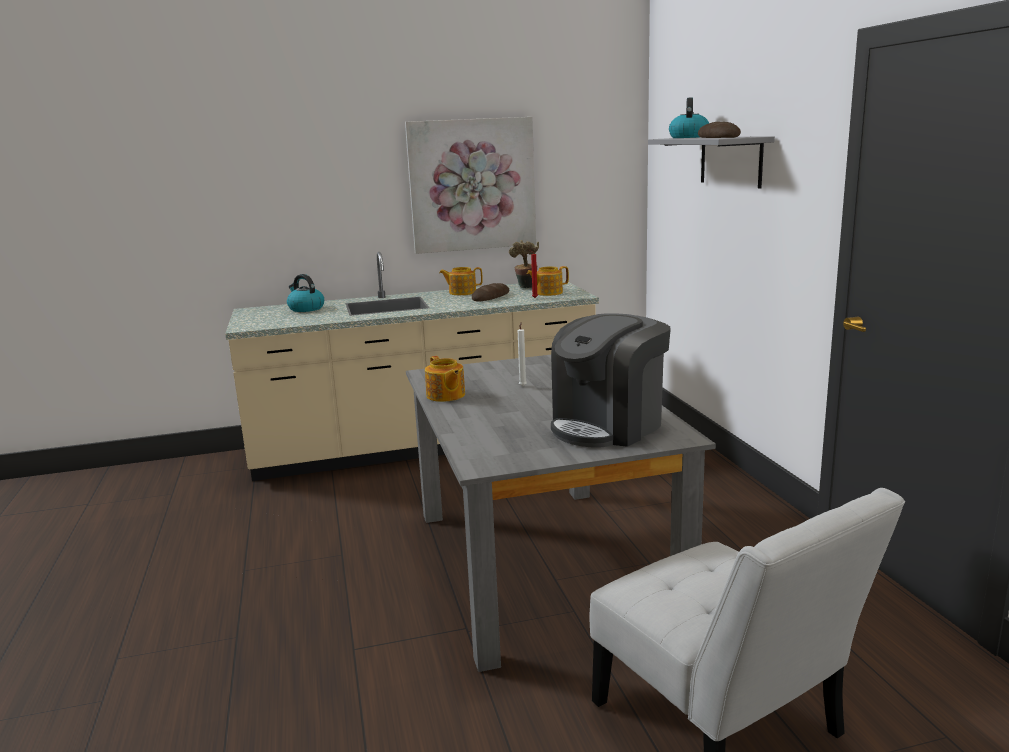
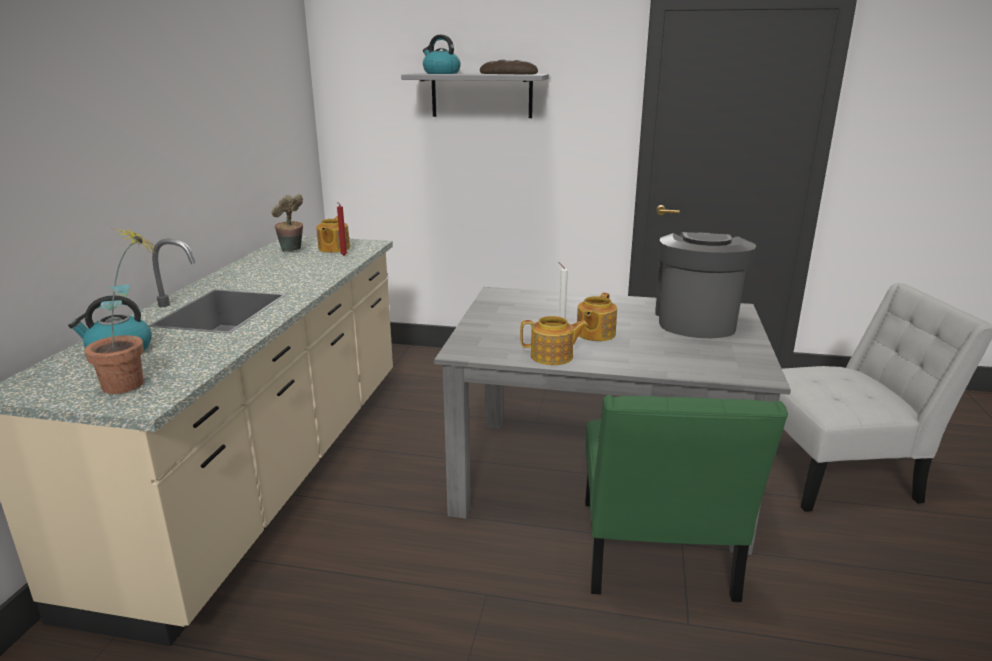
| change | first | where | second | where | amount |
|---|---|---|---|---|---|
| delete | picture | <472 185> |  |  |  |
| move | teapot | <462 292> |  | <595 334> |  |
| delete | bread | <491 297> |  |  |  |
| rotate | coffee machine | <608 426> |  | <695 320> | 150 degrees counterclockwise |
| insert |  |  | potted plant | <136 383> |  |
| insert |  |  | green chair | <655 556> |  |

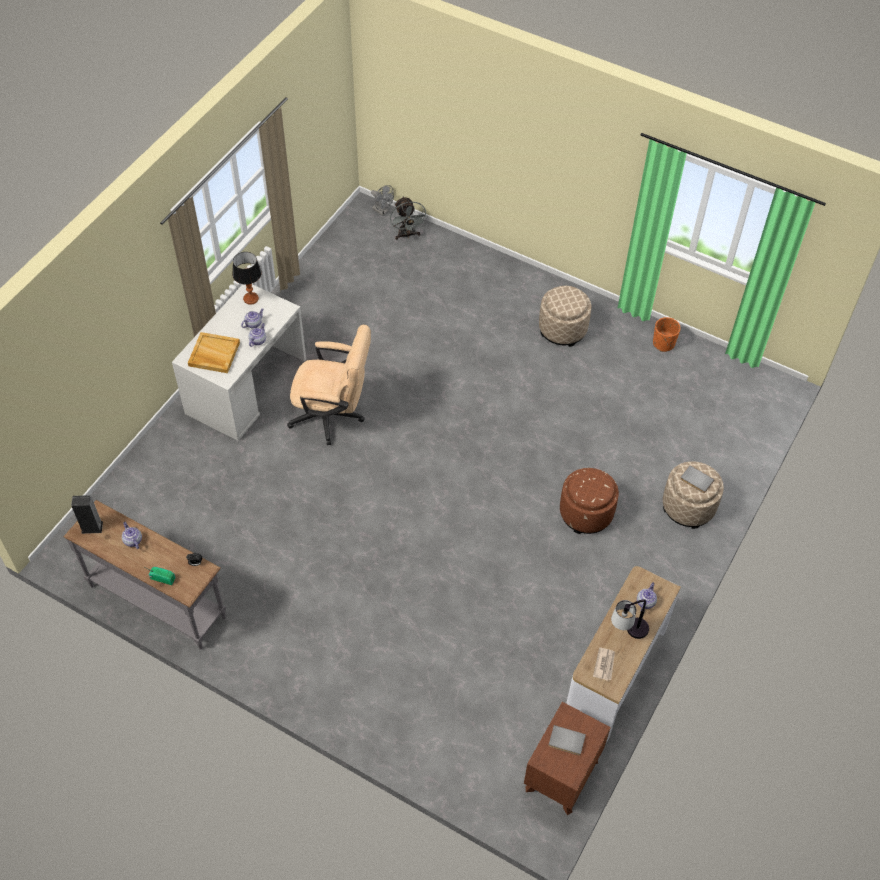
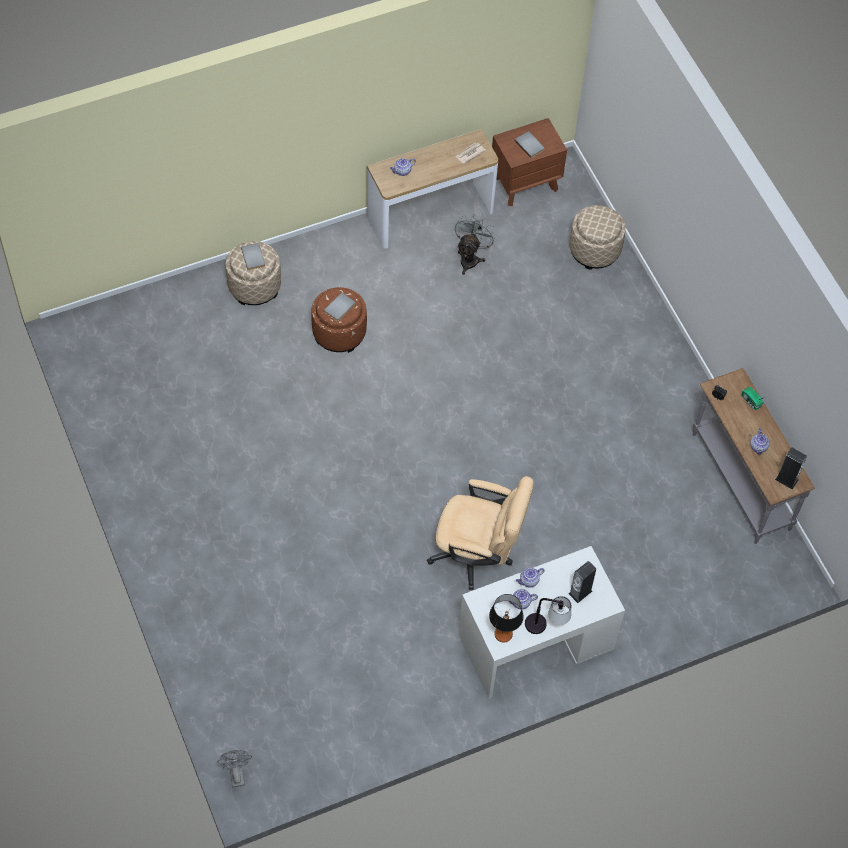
| change | first | where | second | where | amount |
|---|---|---|---|---|---|
| replace | beige tray | <213 354> | speaker | <580 592> |  |
| rotate | beige office chair | <333 416> |  | <478 555> | 150 degrees clockwise |
| move | grey fan | <407 235> |  | <470 258> |  |
| move | beige ottoman | <562 329> |  | <594 250> |  |
| move | table lamp | <628 633> |  | <546 626> |  |
| delete | orange planter | <663 343> |  |  |  |
| insert |  |  | grey book | <340 308> |  |

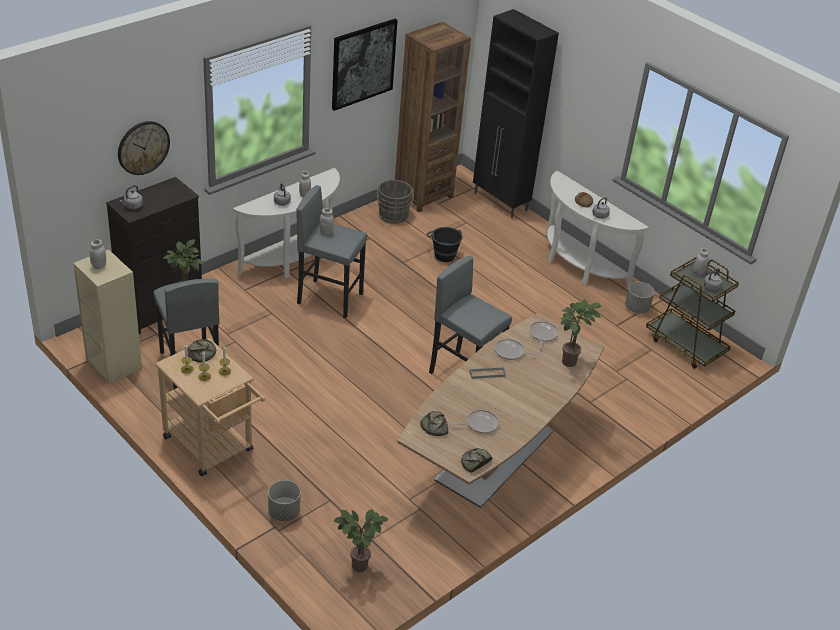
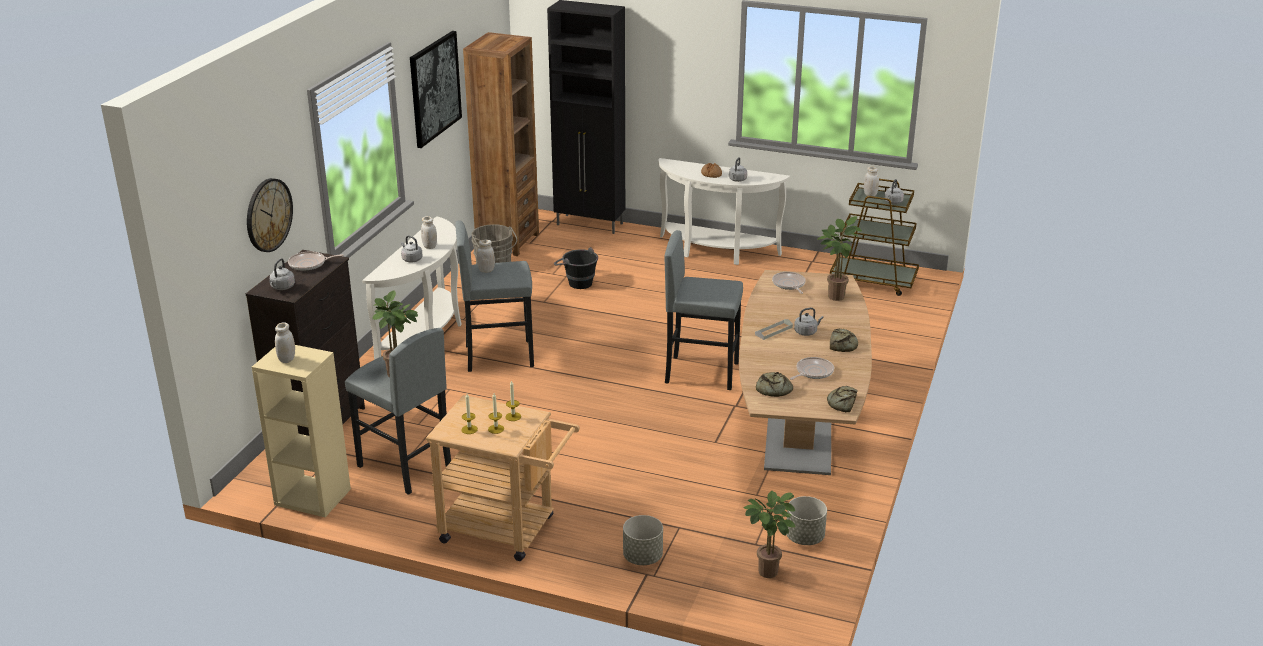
| change | first | where | second | where | amount |
|---|---|---|---|---|---|
| move | bread | <202 354> |  | <843 344> |  |
| move | frying pan | <510 352> |  | <309 264> |  |
| move | grey planter | <637 308> |  | <805 537> |  |
| insert |  |  | grey kettle | <806 332> |  |

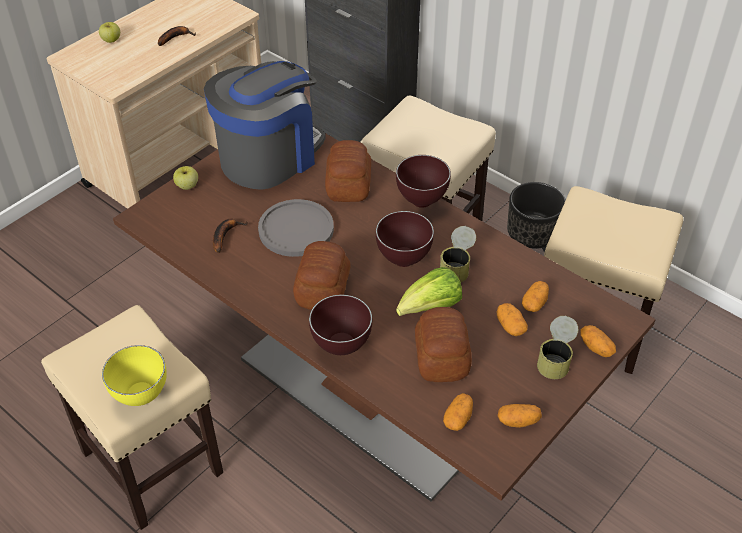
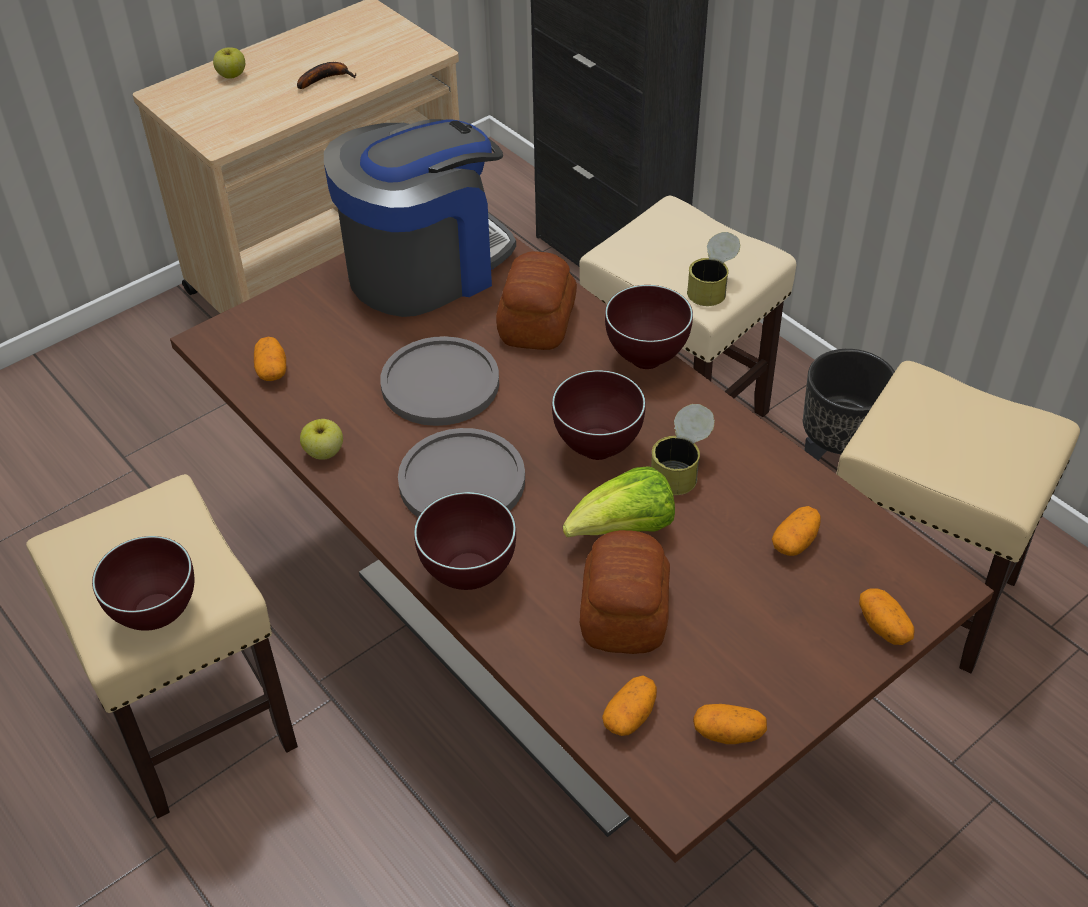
| change | first | where | second | where | amount |
|---|---|---|---|---|---|
| recolor | yellow bowl | <141 395> | brown bowl | <157 614> |  |
| move | apple | <187 186> |  | <324 452> |  |
| delete | banana | <225 235> |  |  |  |
| replace | bread | <324 289> | grey plate | <462 481> |  |
| move | potato | <510 326> |  | <272 370> |  |
| move | can | <556 359> |  | <712 287> |  |

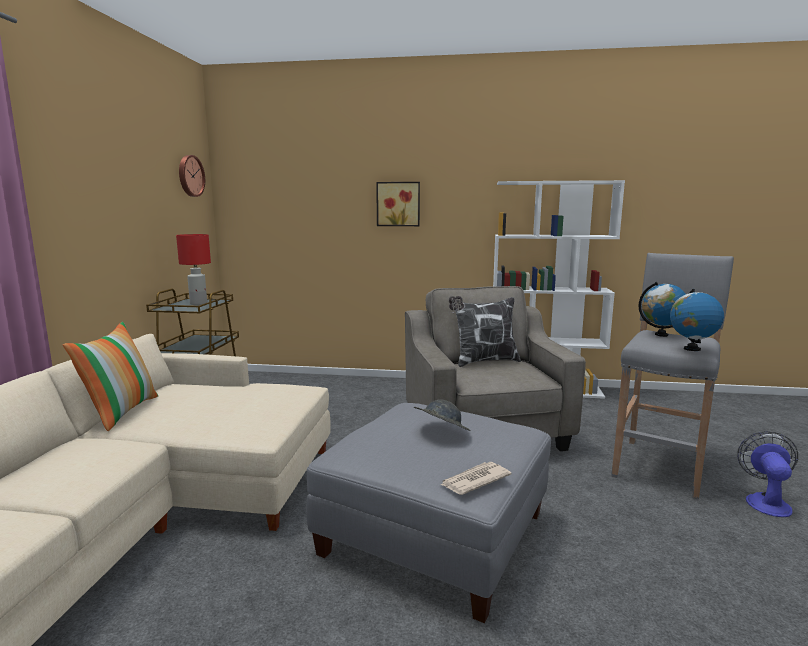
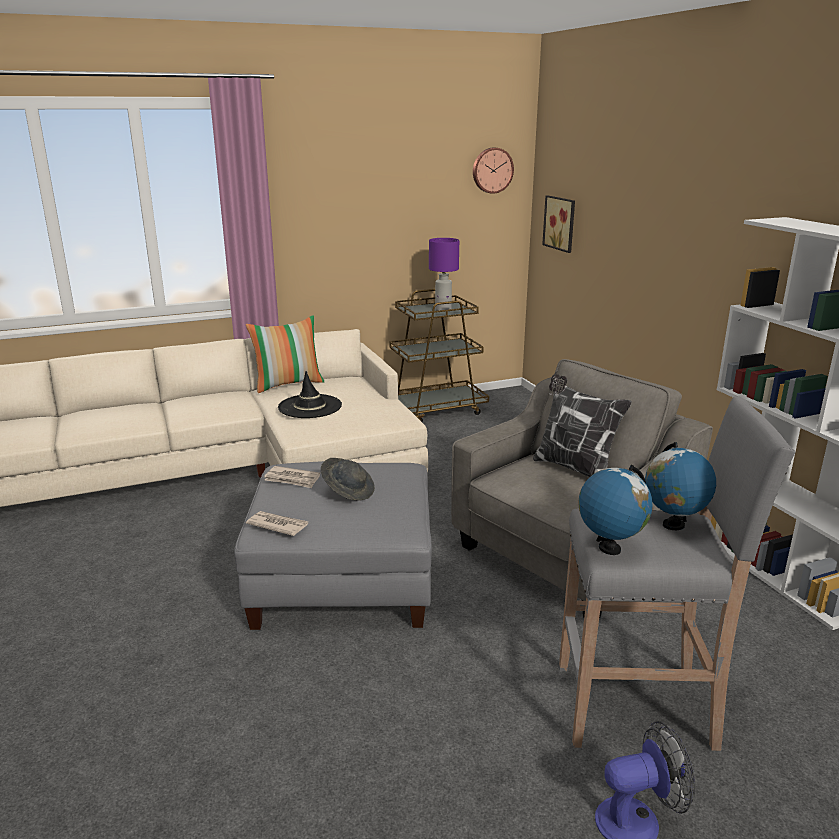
| change | first | where | second | where | amount |
|---|---|---|---|---|---|
| recolor | red table lamp | <198 303> | purple table lamp | <443 309> |  |
| move | picture | <398 204> |  | <561 223> |  |
| insert |  |  | newspaper | <292 479> |  |
| insert |  |  | black hat | <310 406> |  |

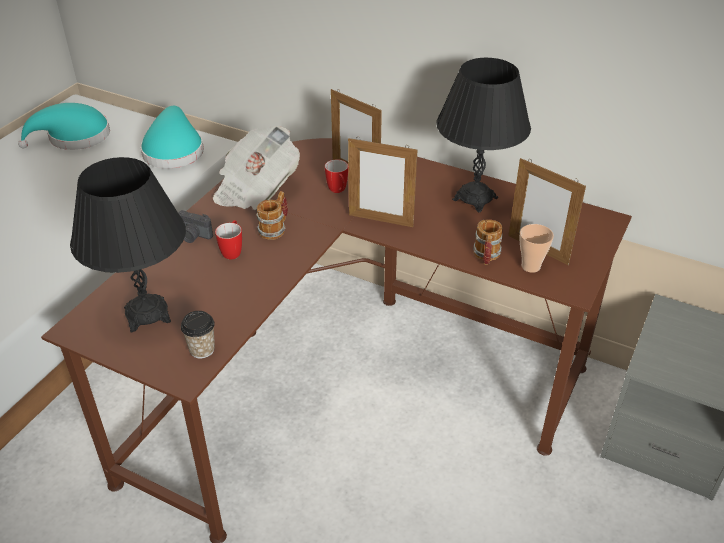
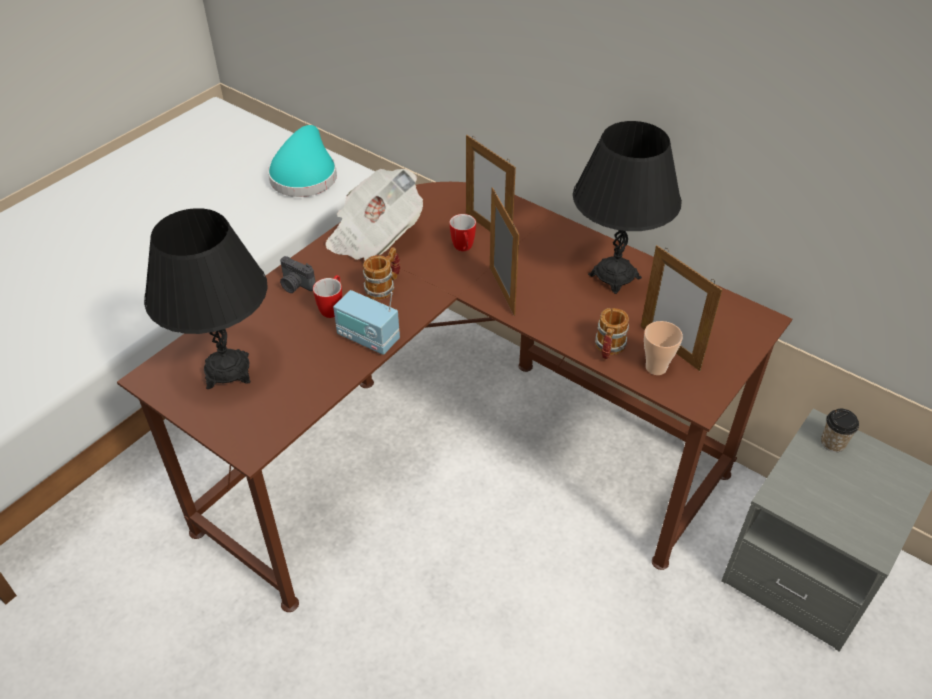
| change | first | where | second | where | amount |
|---|---|---|---|---|---|
| delete | turquoise hat | <74 137> |  |  |  |
| move | cup | <202 349> |  | <832 443> |  |
| rotate | picture frame | <381 220> |  | <501 290> | 135 degrees counterclockwise |
| insert |  |  | radio | <368 338> |  |

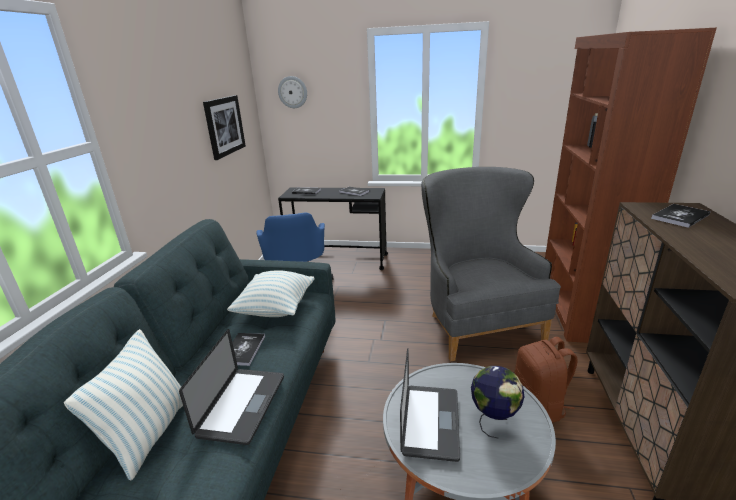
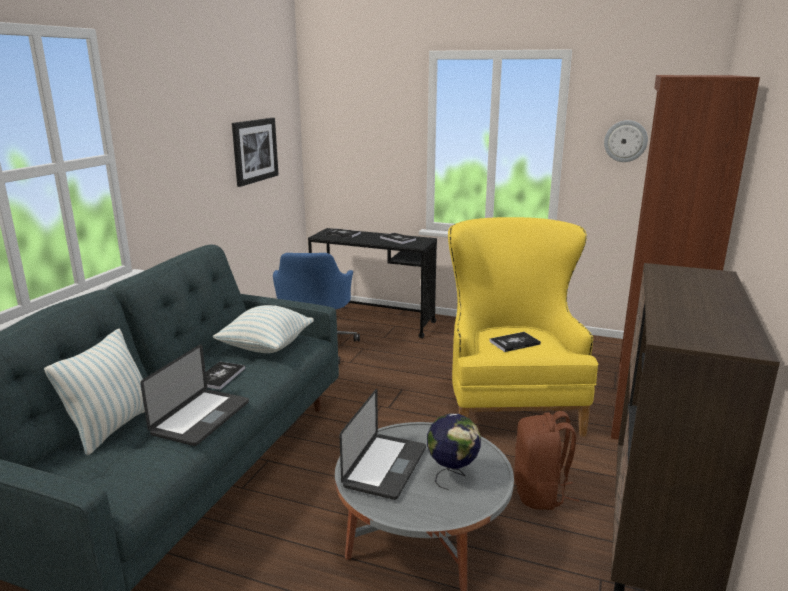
| change | first | where | second | where | amount |
|---|---|---|---|---|---|
| move | wall clock | <292 92> |  | <625 141> |  |
| recolor | grey armchair | <476 322> | yellow armchair | <510 405> |  |
| move | book | <680 216> |  | <514 343> |  |

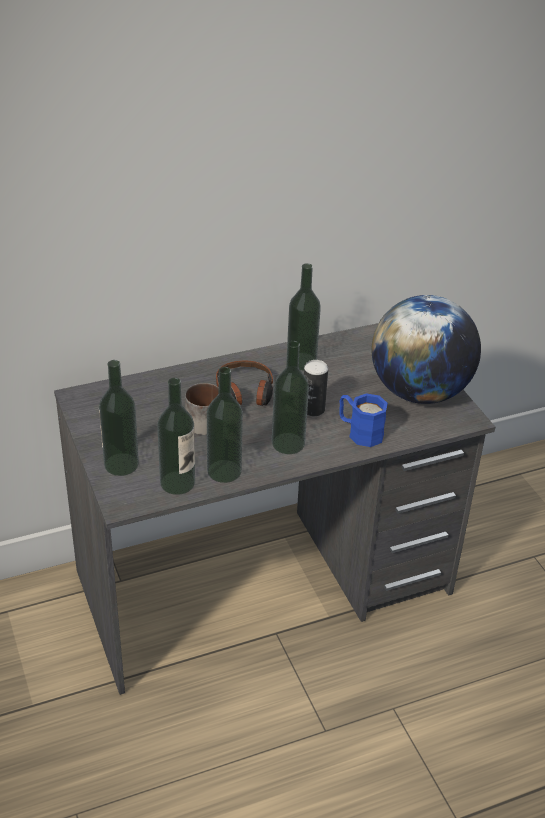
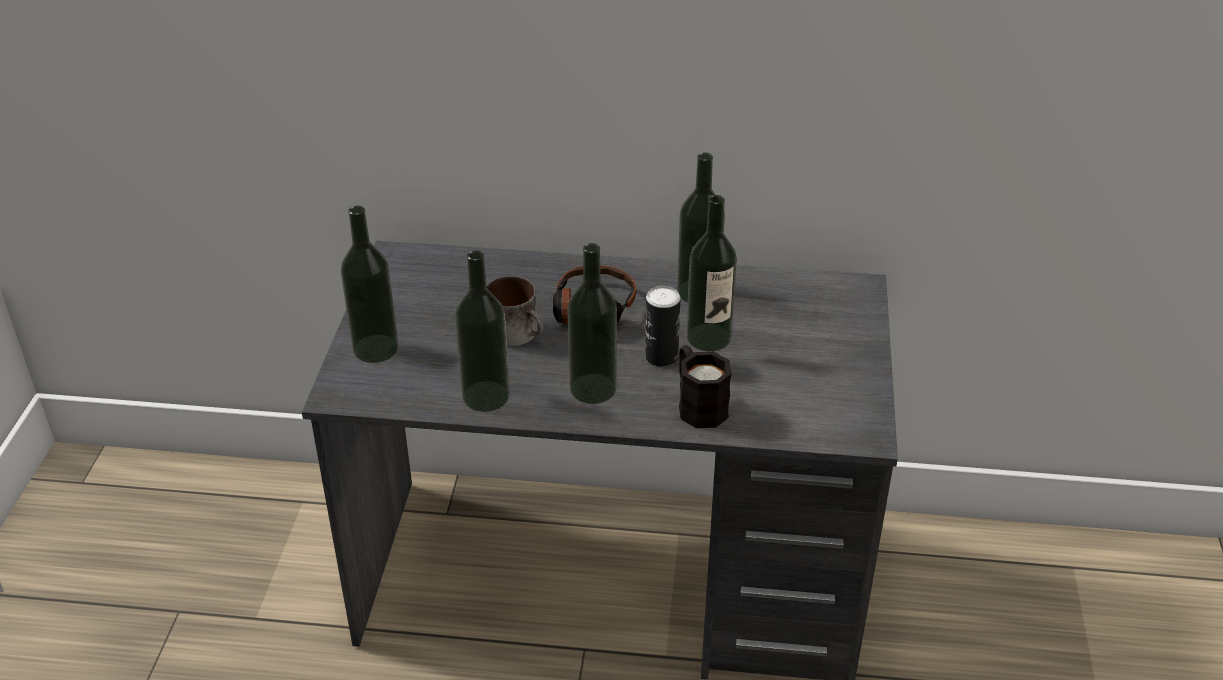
| change | first | where | second | where | amount |
|---|---|---|---|---|---|
| move | bottle | <177 483> |  | <708 337> |  |
| recolor | blue mug | <359 432> | black mug | <698 404> |  |
| delete | globe | <419 392> |  |  |  |

